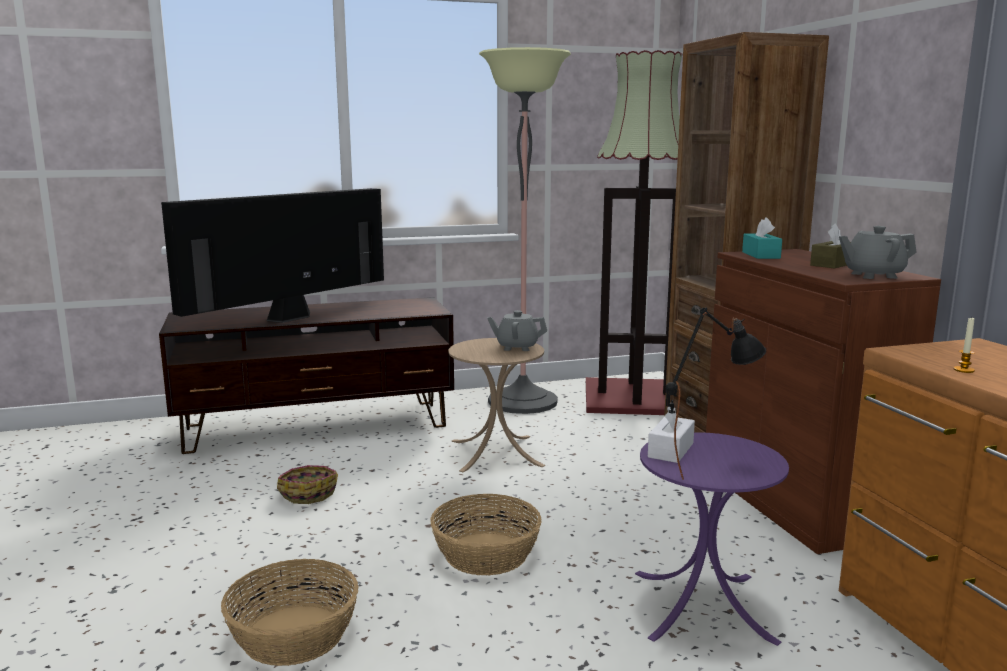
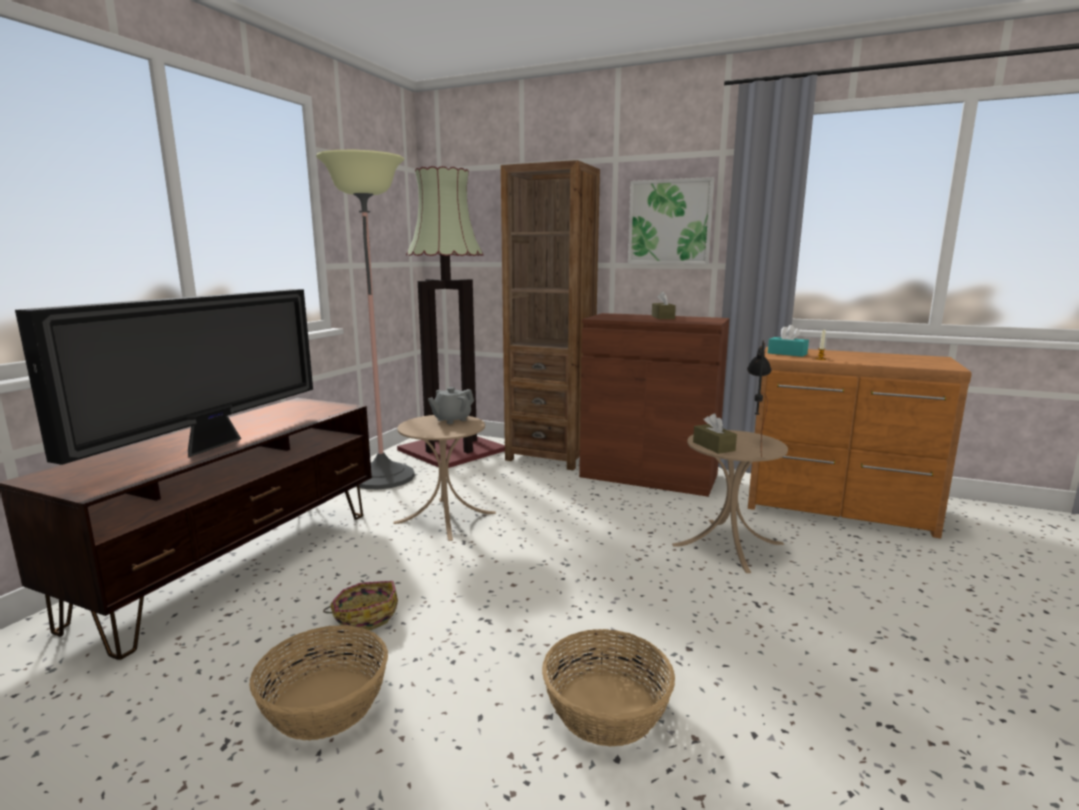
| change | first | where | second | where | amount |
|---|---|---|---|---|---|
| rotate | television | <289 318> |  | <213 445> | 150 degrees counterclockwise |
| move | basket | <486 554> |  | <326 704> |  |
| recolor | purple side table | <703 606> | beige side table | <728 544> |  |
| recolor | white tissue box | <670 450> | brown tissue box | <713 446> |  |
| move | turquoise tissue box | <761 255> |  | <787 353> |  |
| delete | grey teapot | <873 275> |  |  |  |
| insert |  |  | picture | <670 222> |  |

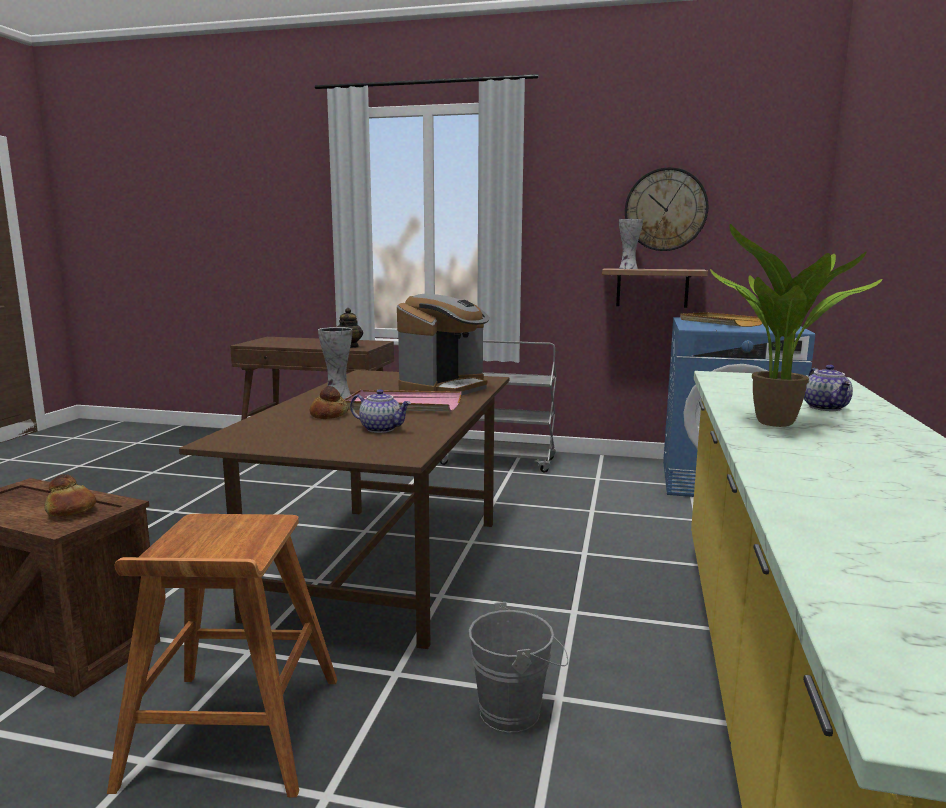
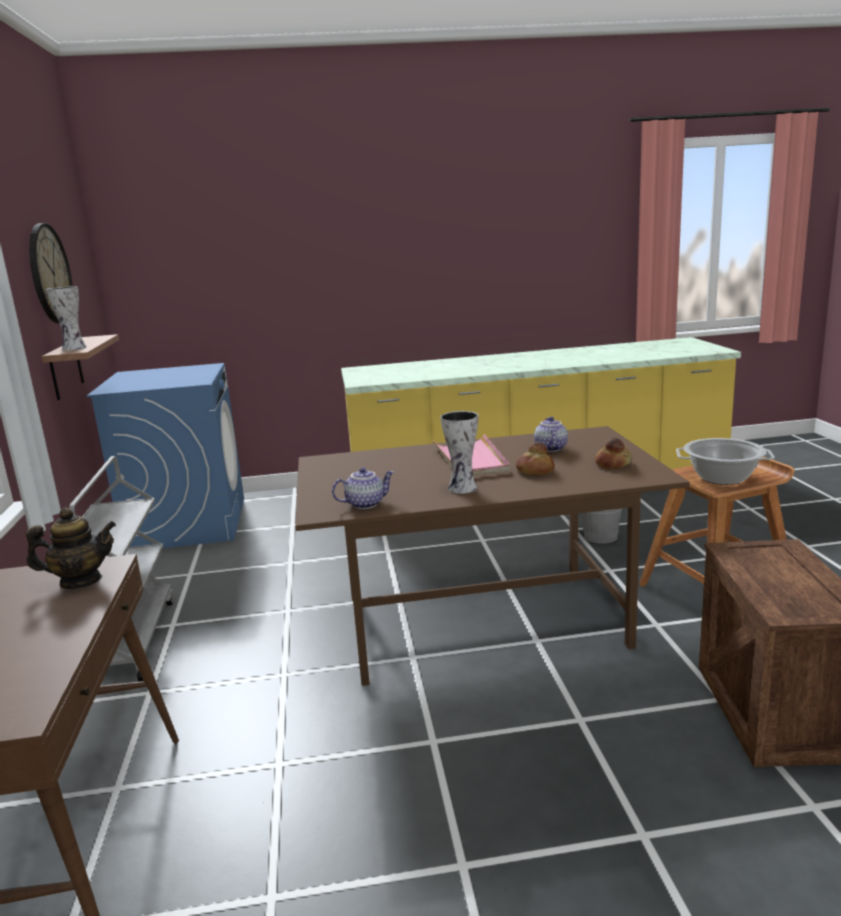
| change | first | where | second | where | amount |
|---|---|---|---|---|---|
| move | bread | <70 510> |  | <613 464> |  |
| delete | coffee machine | <444 389> |  |  |  |
| delete | beige tray | <720 322> |  |  |  |
| delete | potted plant | <777 425> |  |  |  |
| move | teapot | <826 408> |  | <365 504> |  |
| insert |  |  | cooking pot | <722 478> |  |

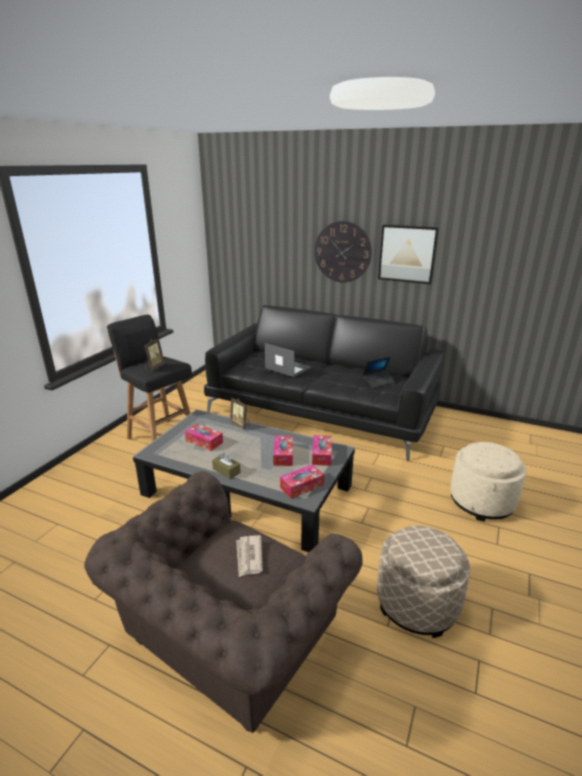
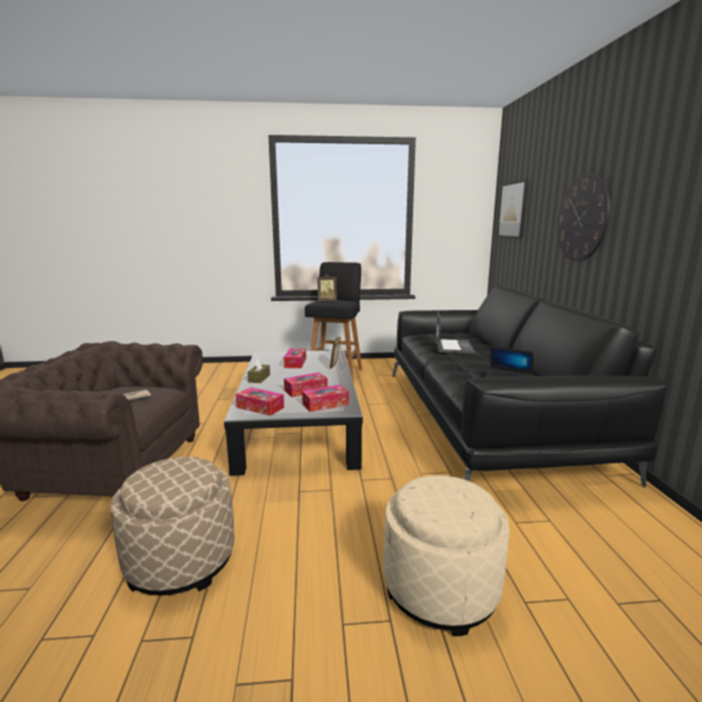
| change | first | where | second | where | amount |
|---|---|---|---|---|---|
| move | picture | <407 254> |  | <513 210> |  |

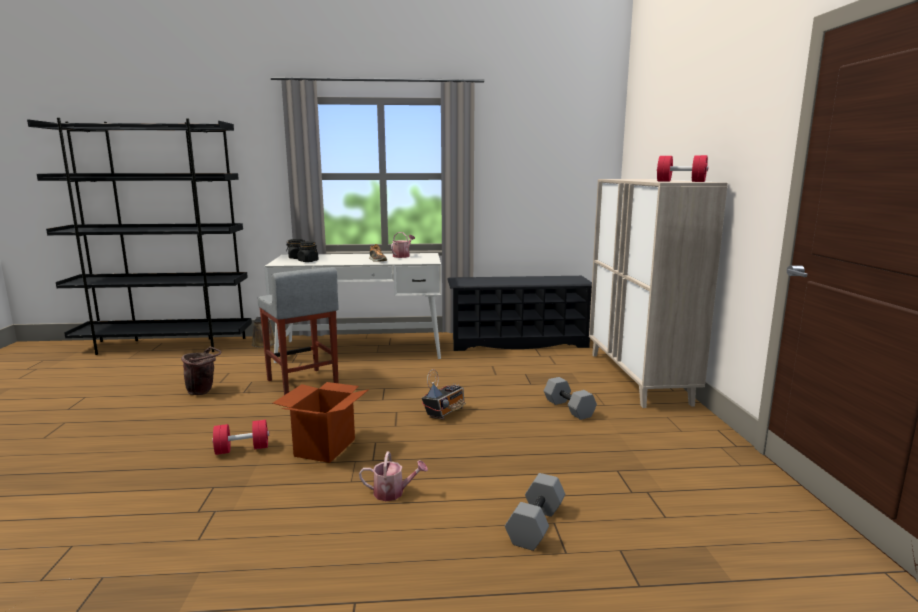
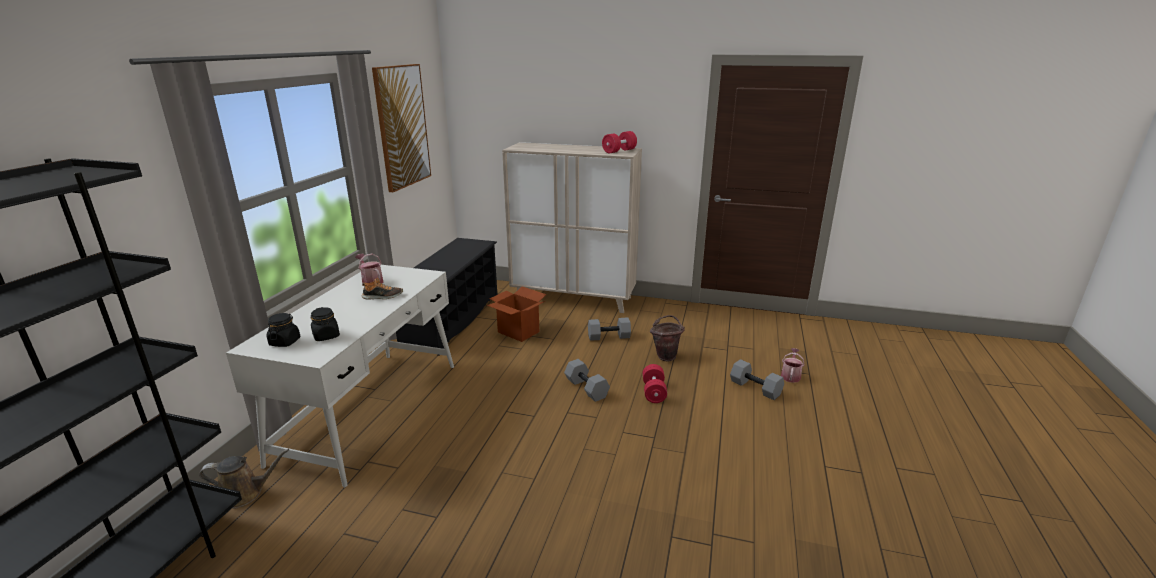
| change | first | where | second | where | amount |
|---|---|---|---|---|---|
| move | brown bucket | <204 391> |  | <666 355> |  |
| move | red dumbbell | <242 449> |  | <653 392> |  |
| delete | grey stool | <302 383> |  |  |  |
| move | cardboard box | <325 447> |  | <518 332> |  |
| move | watering can | <393 493> |  | <790 375> |  |
| replace | radio | <445 413> | grey dumbbell | <585 388> |  |
| insert |  |  | picture | <402 126> |  |

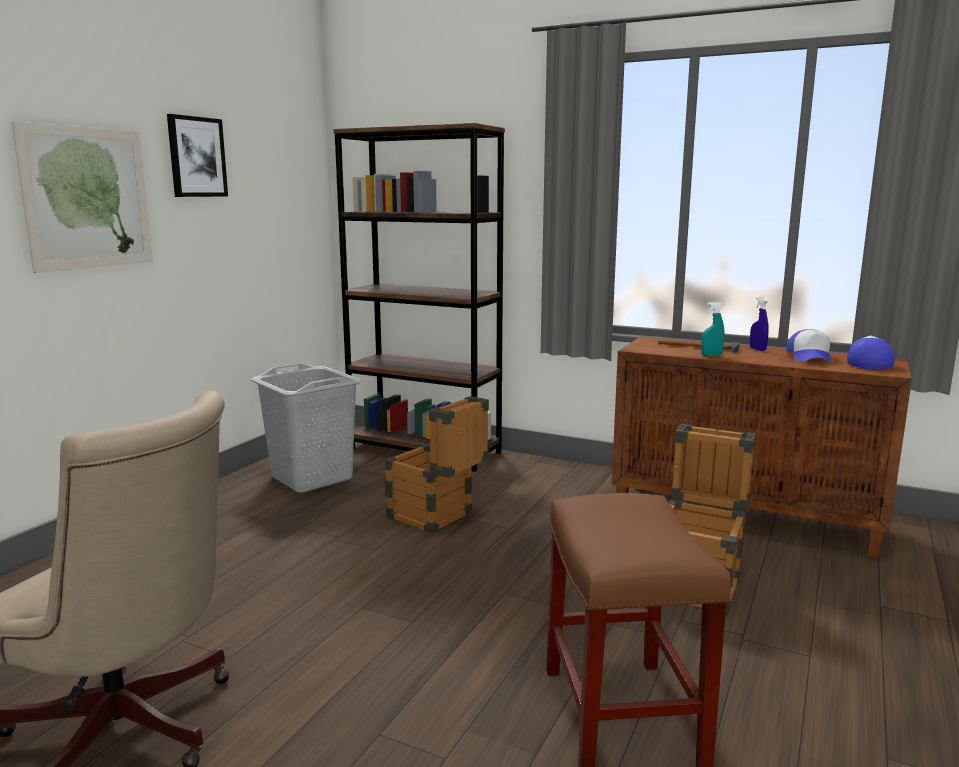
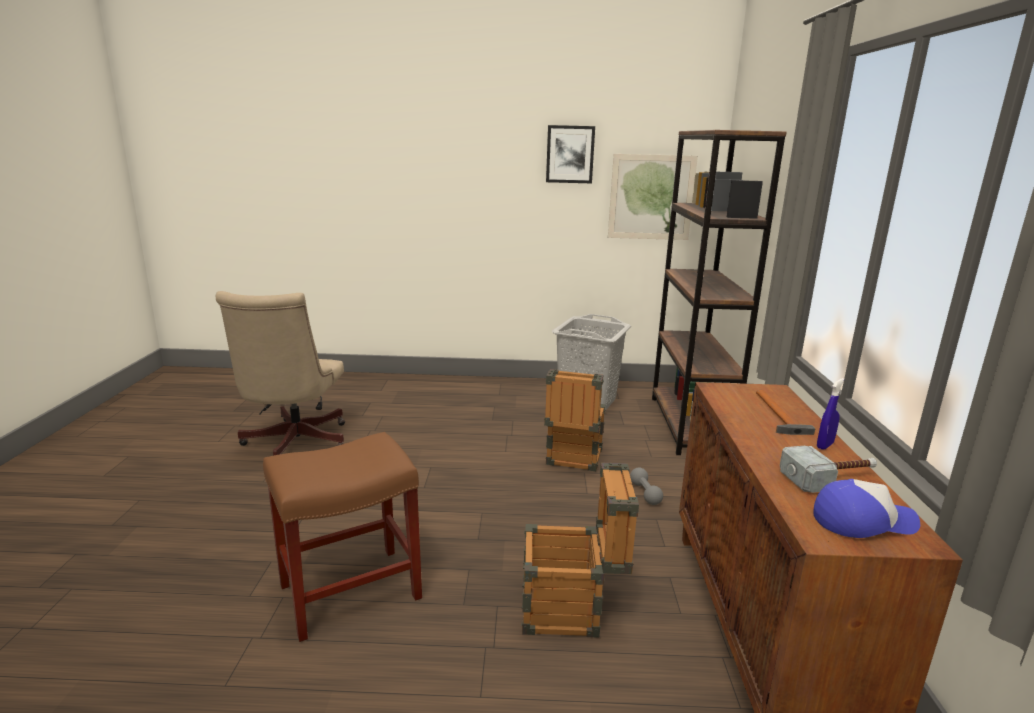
| change | first | where | second | where | amount |
|---|---|---|---|---|---|
| move | picture | <88 198> |  | <651 197> |  |
| delete | turquoise spray bottle | <711 355> |  |  |  |
| replace | cap | <810 357> | hammer | <830 479> |  |
| insert |  |  | grey dumbbell | <645 493> |  |

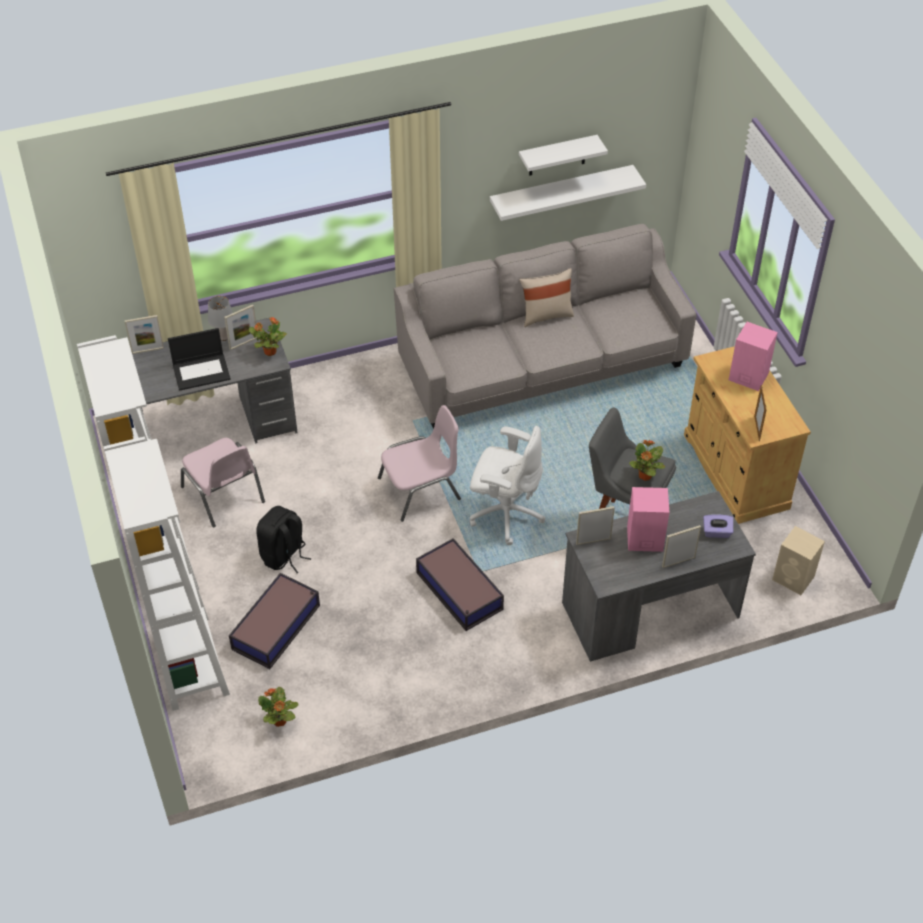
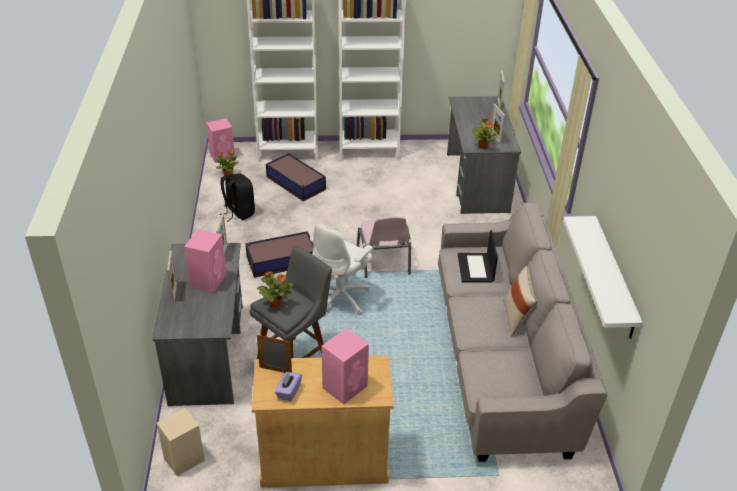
| change | first | where | second | where | amount |
|---|---|---|---|---|---|
| move | laptop | <202 371> |  | <476 268> |  |
| delete | pink chair | <224 495> |  |  |  |
| delete | grey table lamp | <223 337> |  |  |  |
| move | black backpack | <284 556> |  | <238 212> |  |
| delete | white shelf | <557 155> |  |  |  |
| move | purple tissue box | <716 532> |  | <288 391> |  |
| insert |  |  | pink speaker | <223 156> |  |

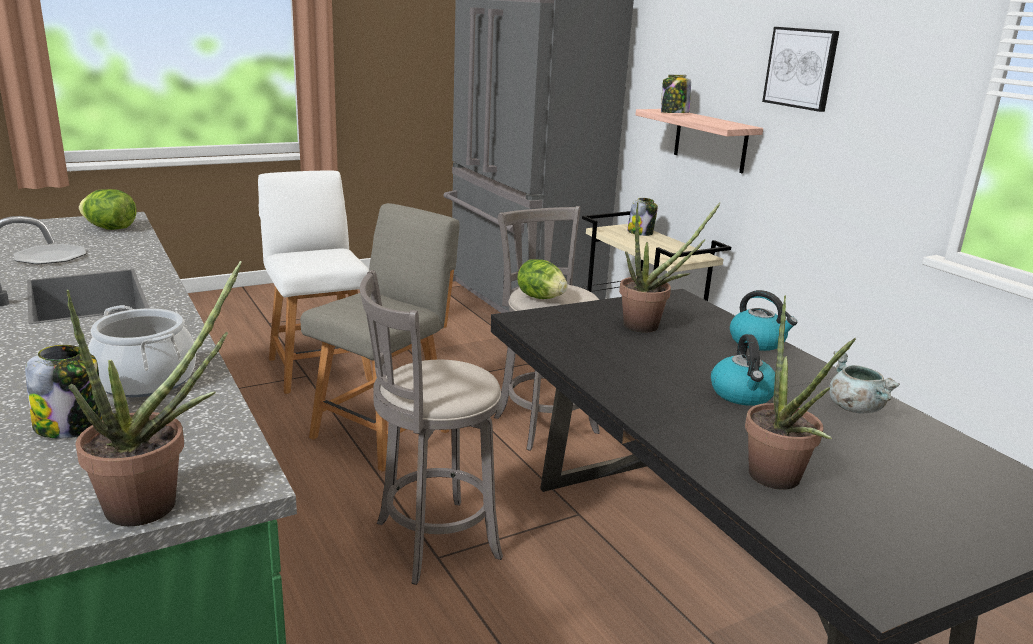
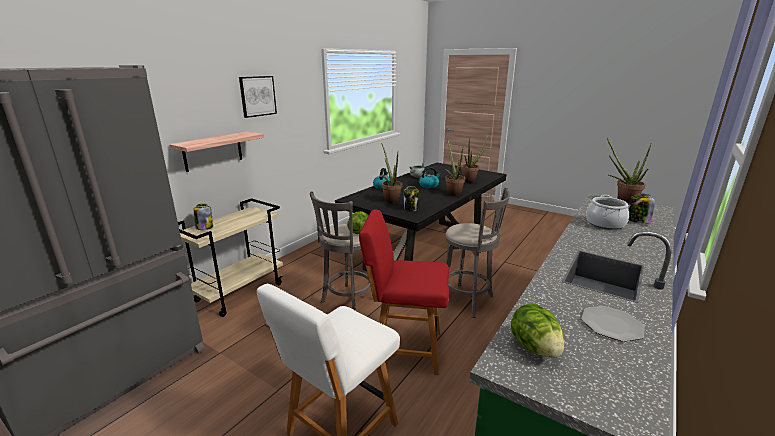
| change | first | where | second | where | amount |
|---|---|---|---|---|---|
| recolor | grey chair | <384 432> | red chair | <404 348> |  |
| move | jar | <674 113> |  | <411 208> |  |
| insert |  |  | potted plant | <452 192> |  |

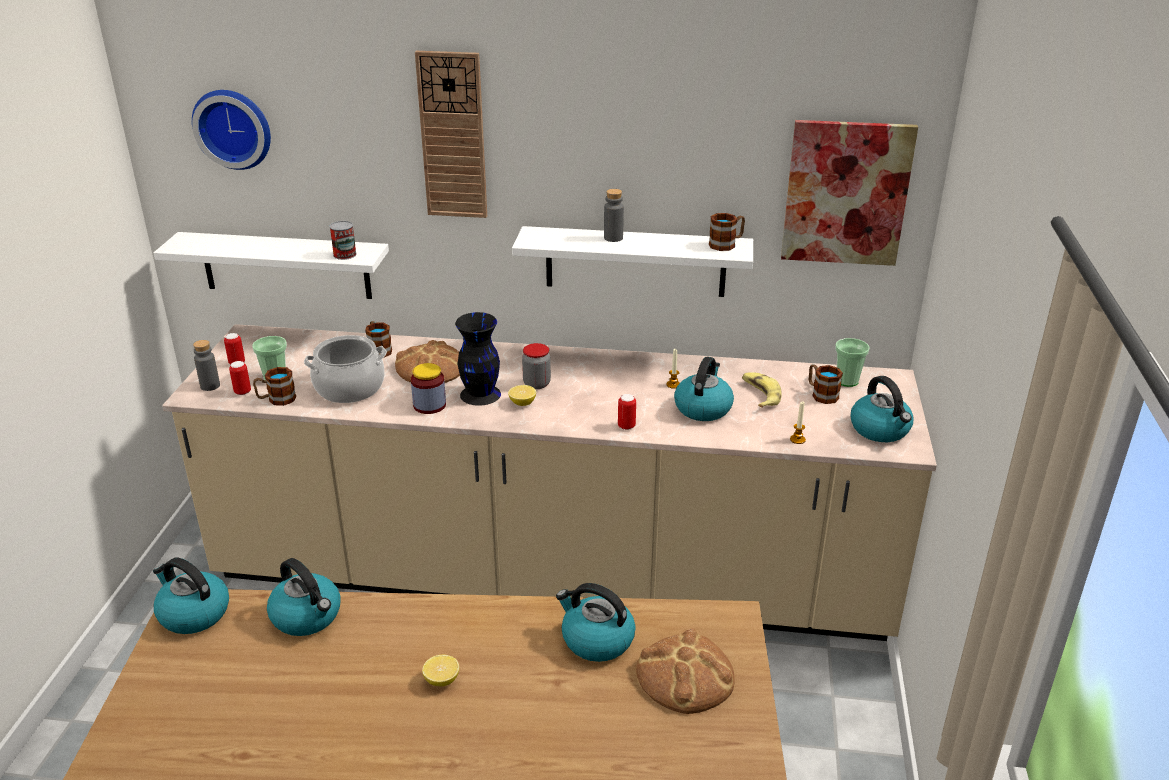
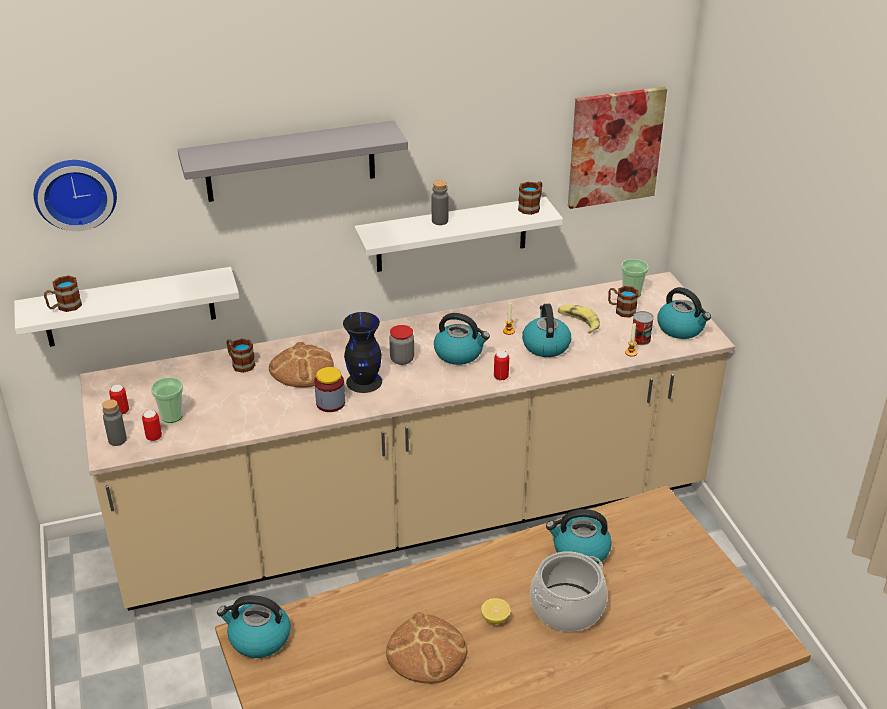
| change | first | where | second | where | amount |
|---|---|---|---|---|---|
| move | mug | <276 399> |  | <64 307> |  |
| move | kettle | <307 617> |  | <459 353> |  |
| move | cooking pot | <349 388> |  | <566 607> |  |
| move | can | <345 255> |  | <640 339> |  |
| replace | wall clock | <453 136> | grey shelf | <290 161> |  |
| delete | lemon | <522 403> |  |  |  |
| move | bread | <686 675> |  | <426 651> |  |

